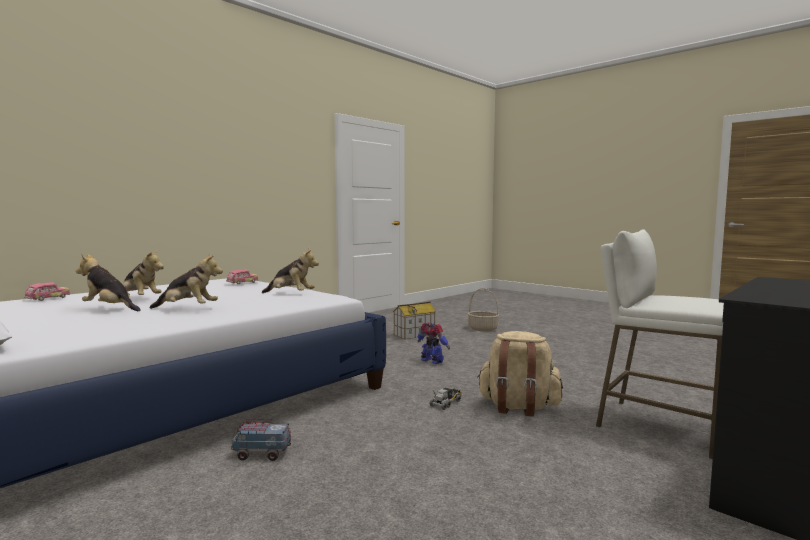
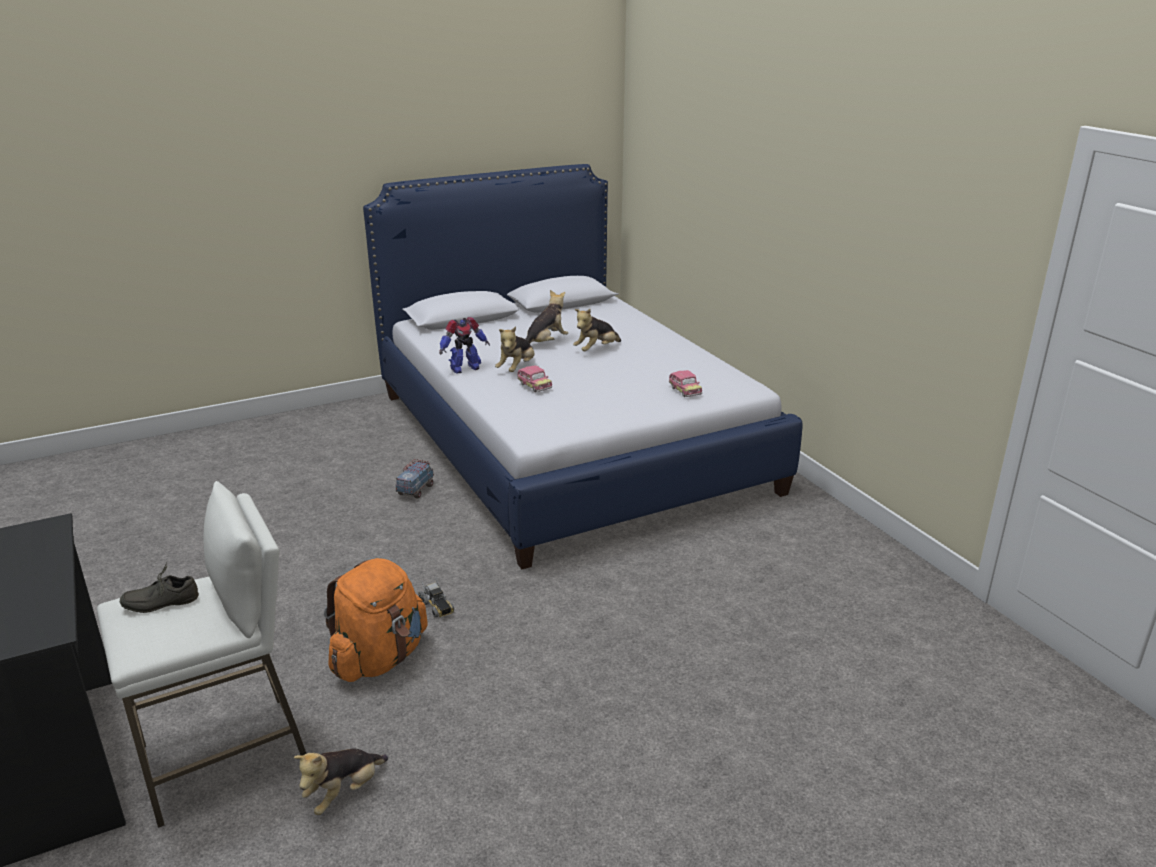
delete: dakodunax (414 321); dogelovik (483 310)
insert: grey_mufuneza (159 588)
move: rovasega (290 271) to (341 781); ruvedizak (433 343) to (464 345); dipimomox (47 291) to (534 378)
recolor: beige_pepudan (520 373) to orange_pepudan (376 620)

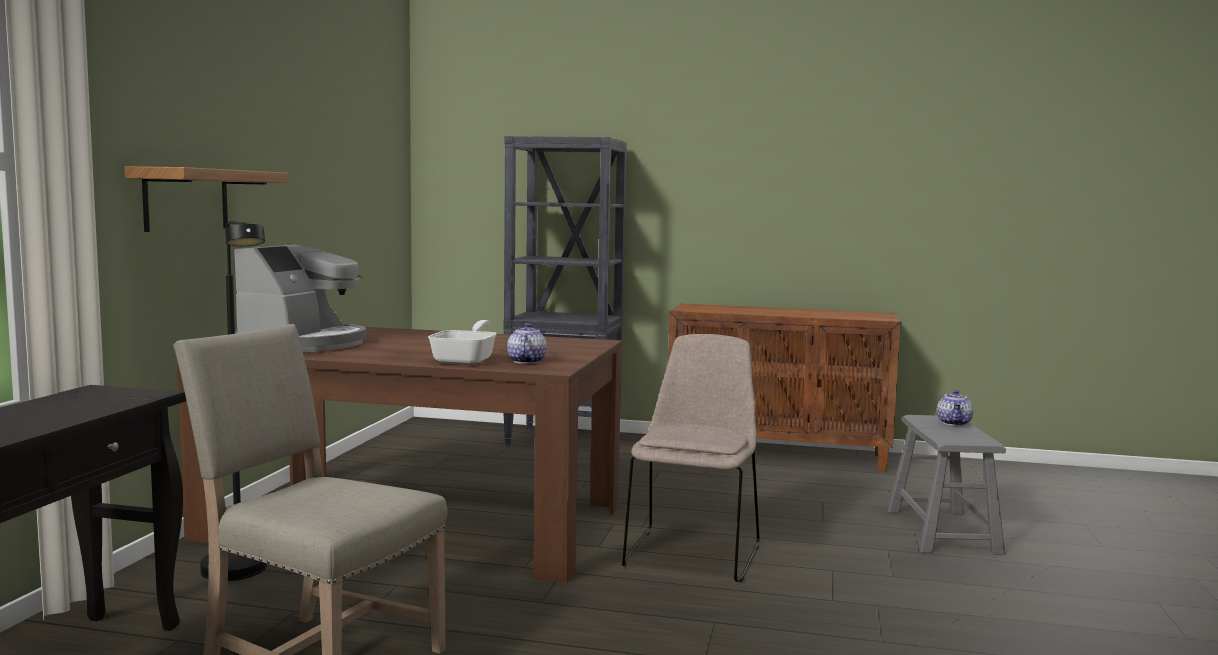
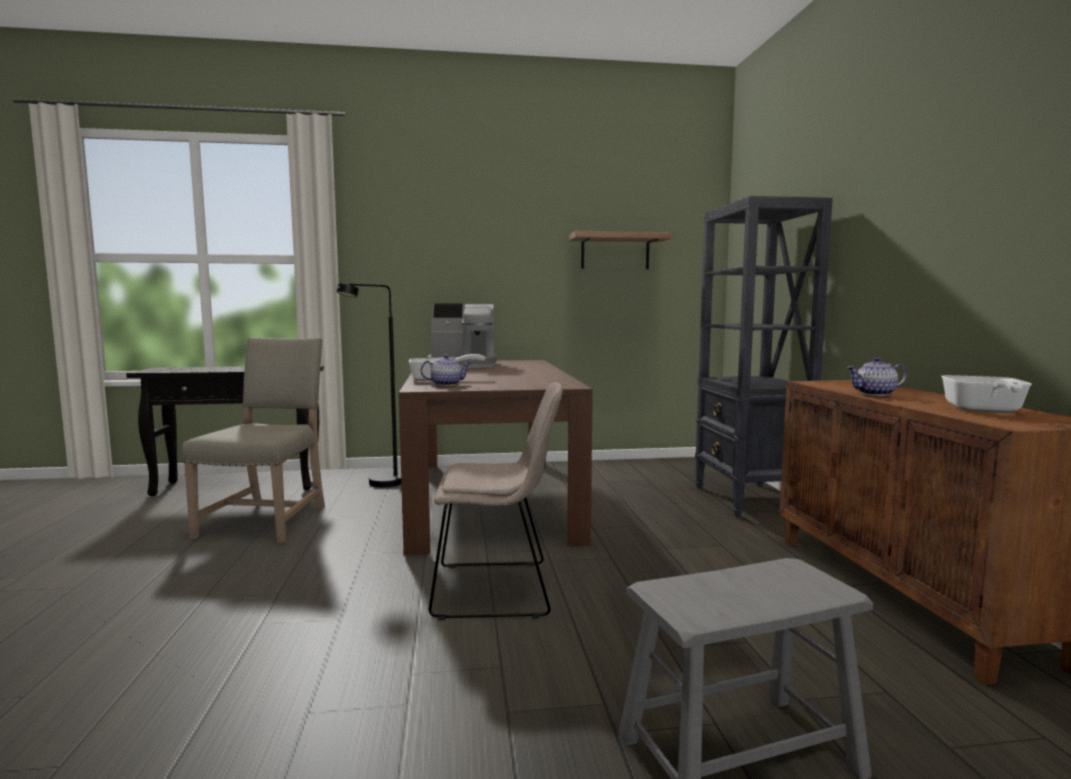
insert: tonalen (986 394)
move: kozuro (207 199) to (621 250); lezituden (955 408) to (877 376)

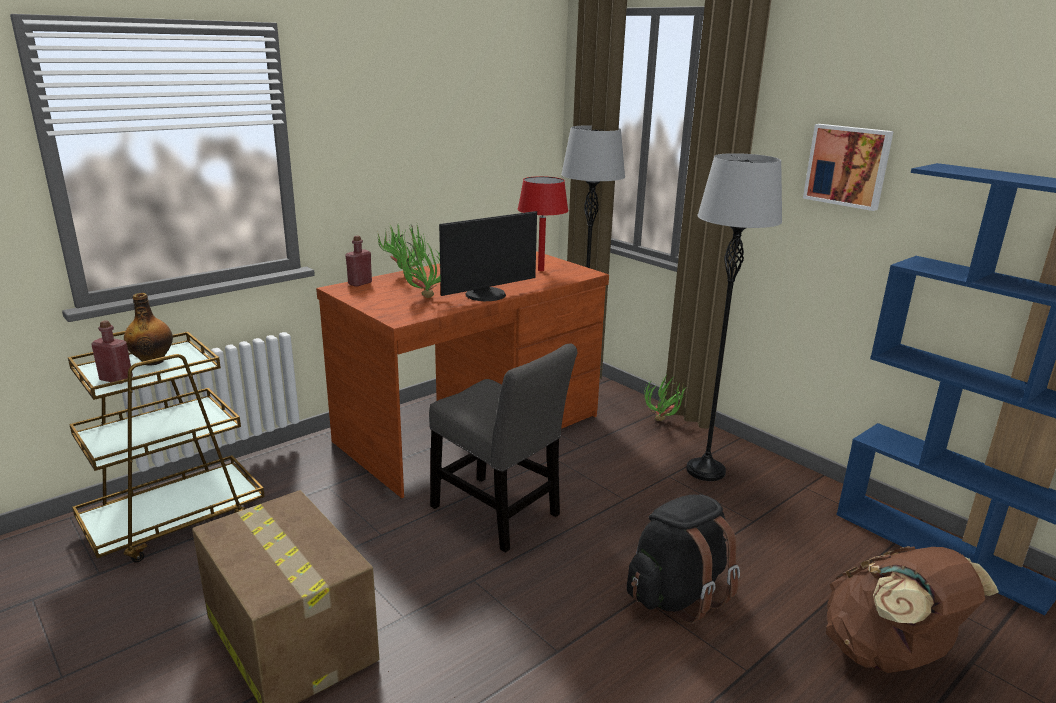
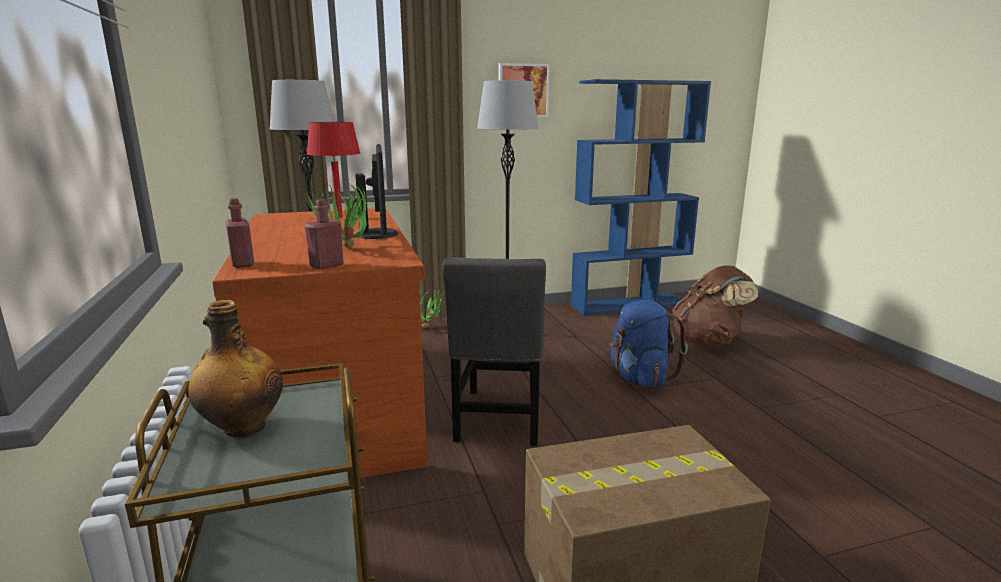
delete: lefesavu (402 249)
move: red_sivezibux (112 352) to (324 234)
recolor: black_pepudan (683 559) to blue_pepudan (648 343)
rotate: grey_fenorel (503 448) = (494 351) 120 degrees clockwise

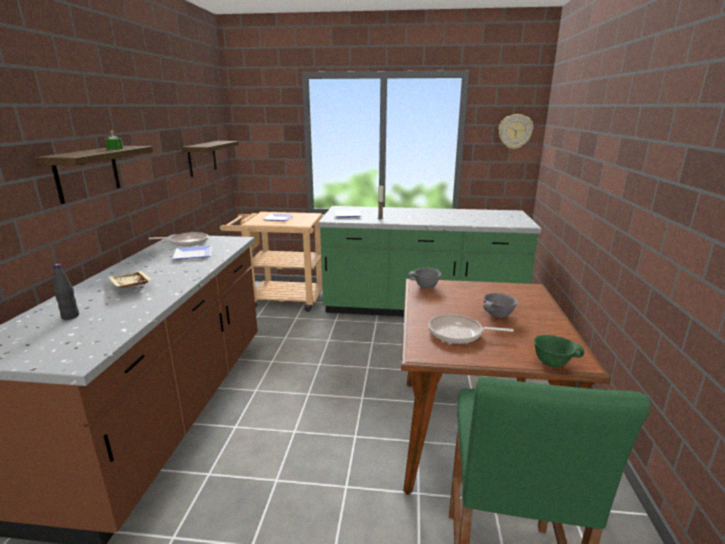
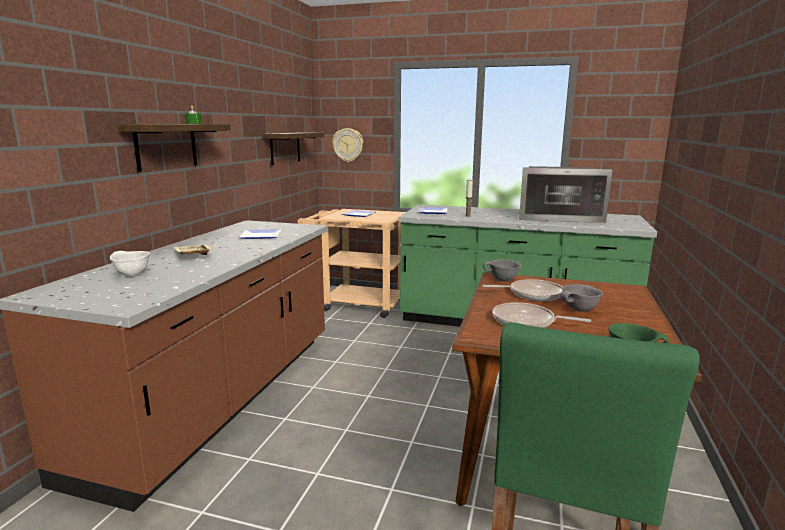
insert: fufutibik (566 194)
move: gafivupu (516 131) to (347 145); tonalen (178 239) to (522 290)
replace: black_sivezibux (66 292) to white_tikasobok (130 263)

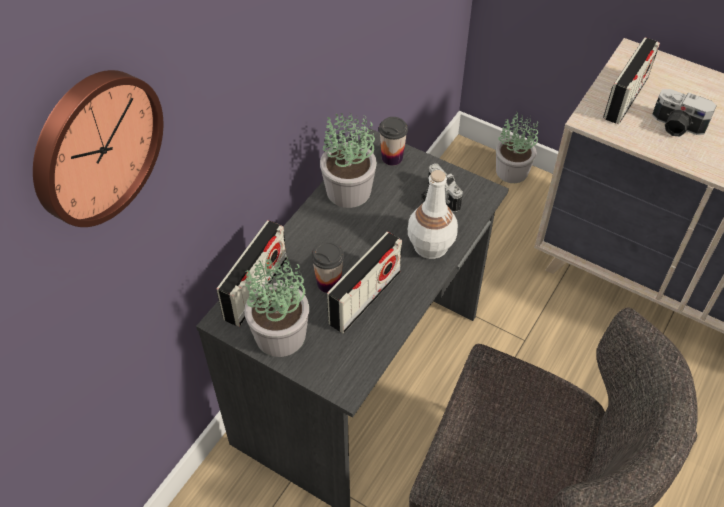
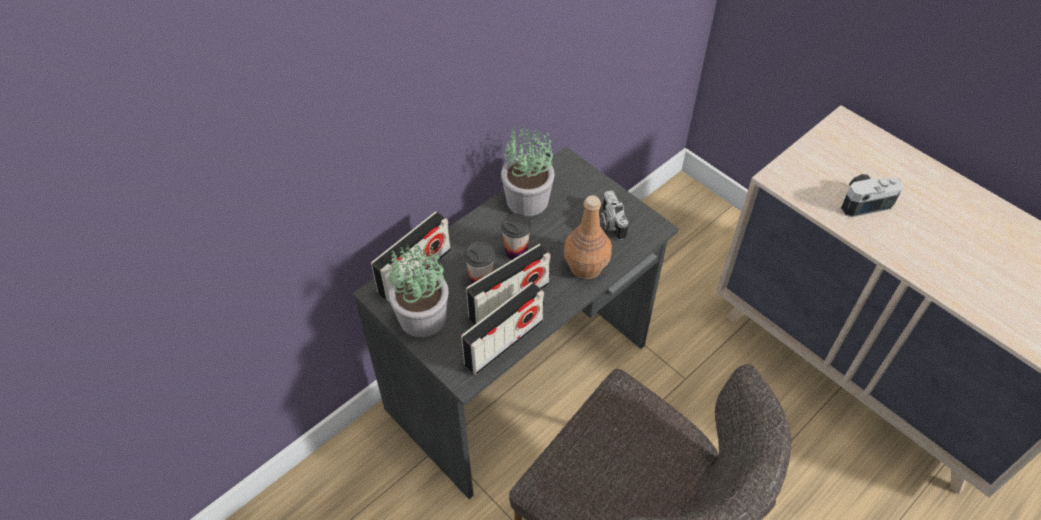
delete: gafivupu (98 148); lefesavu (517 147)
move: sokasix (631 80) to (502 328); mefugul (393 141) to (516 236)
recolor: white_sivezibux (433 214) to brown_sivezibux (588 237)
rotate: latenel (684 112) = (872 195) 120 degrees clockwise

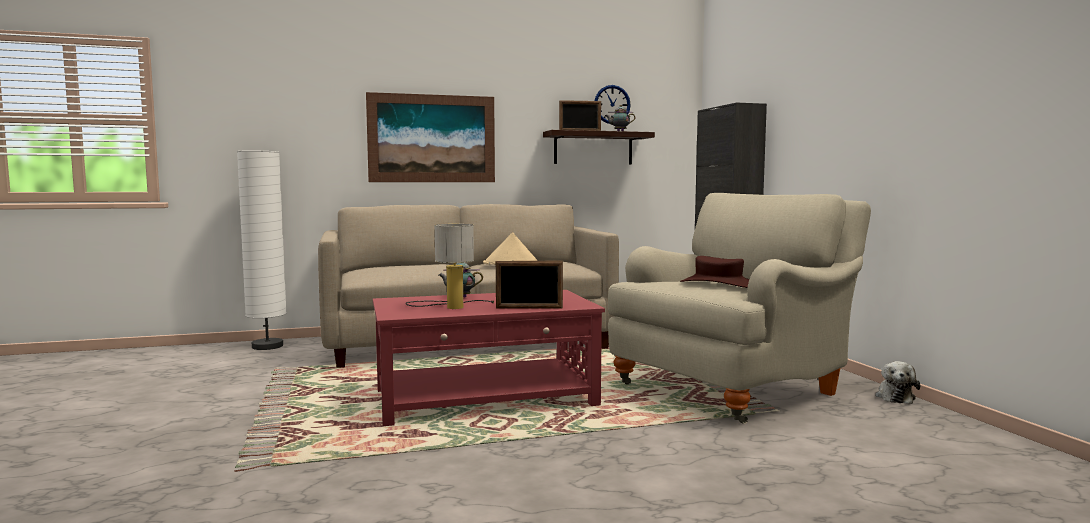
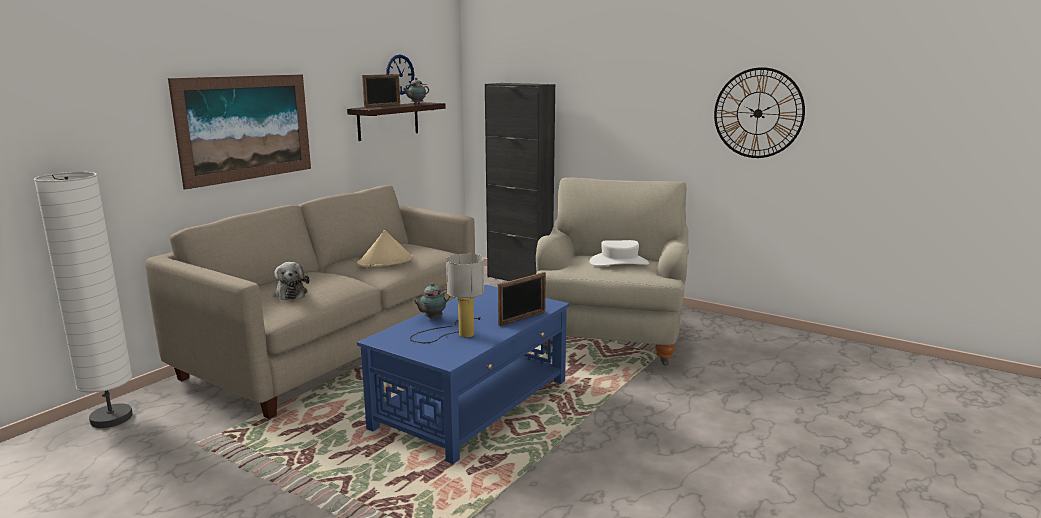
insert: gafivupu (759 112)
move: rovasega (897 382) to (291 281)
recolor: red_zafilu (489 358) to blue_zafilu (463 374); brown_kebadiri (715 272) to white_kebadiri (619 253)

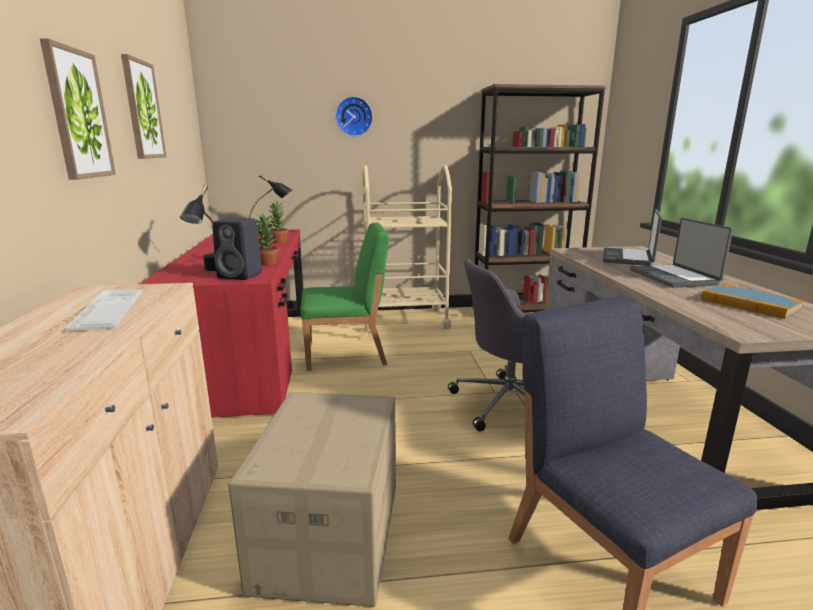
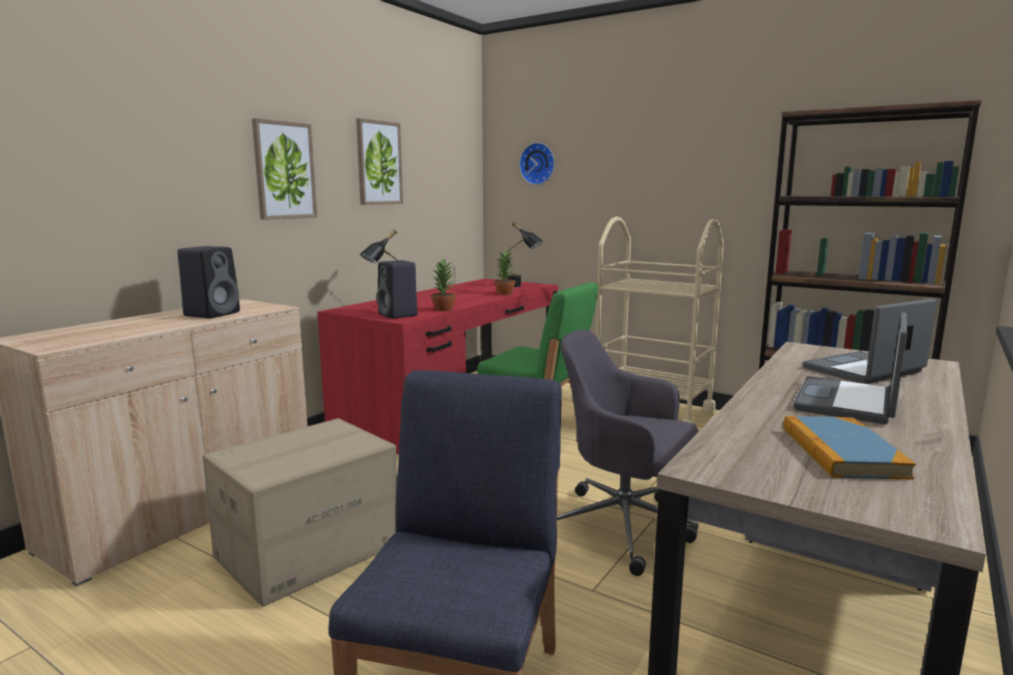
move: gafivupu (354 116) to (537 164)
replace: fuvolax (103 310) to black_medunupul (208 282)

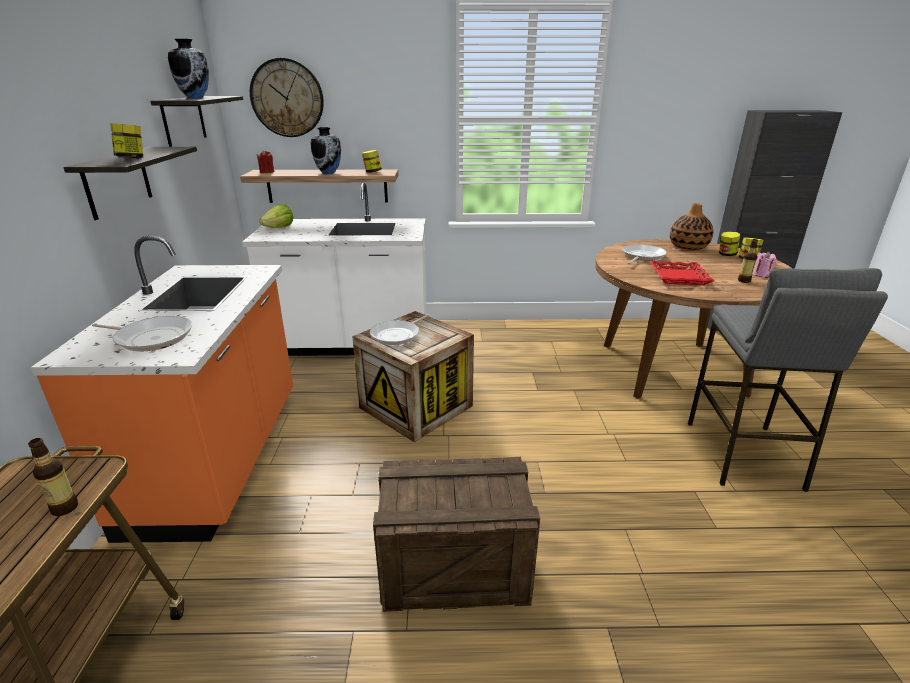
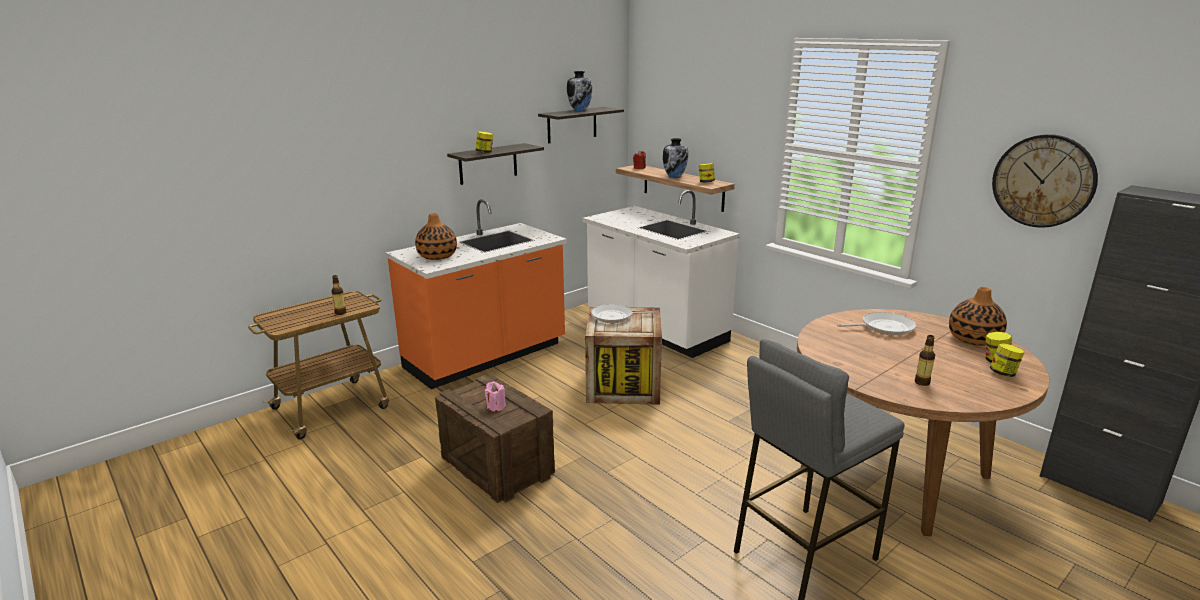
delete: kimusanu (276 216); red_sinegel (682 273)
move: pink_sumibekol (765 264) to (495 396); gafivupu (287 97) to (1045 181)
replace: tonalen (142 333) to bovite (436 236)

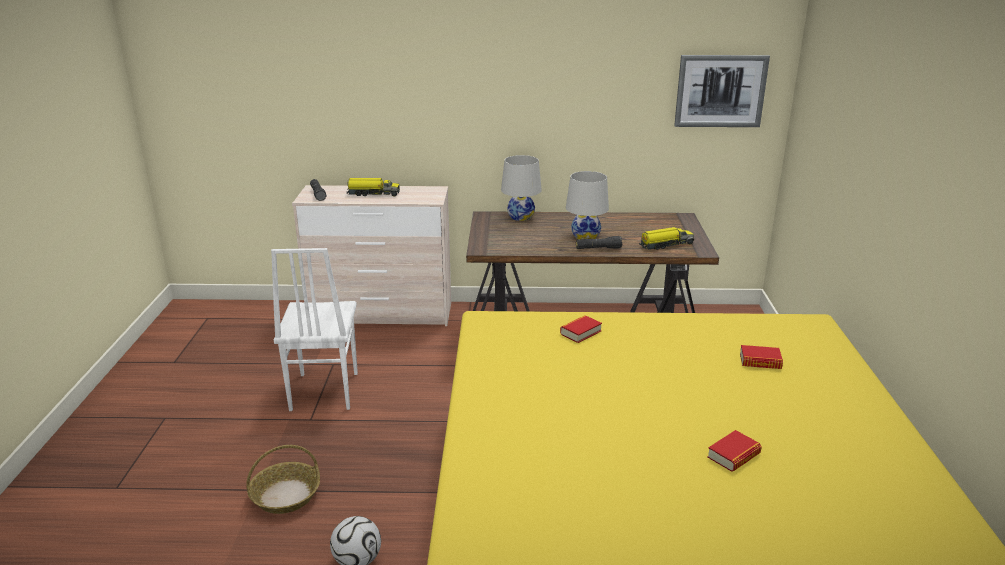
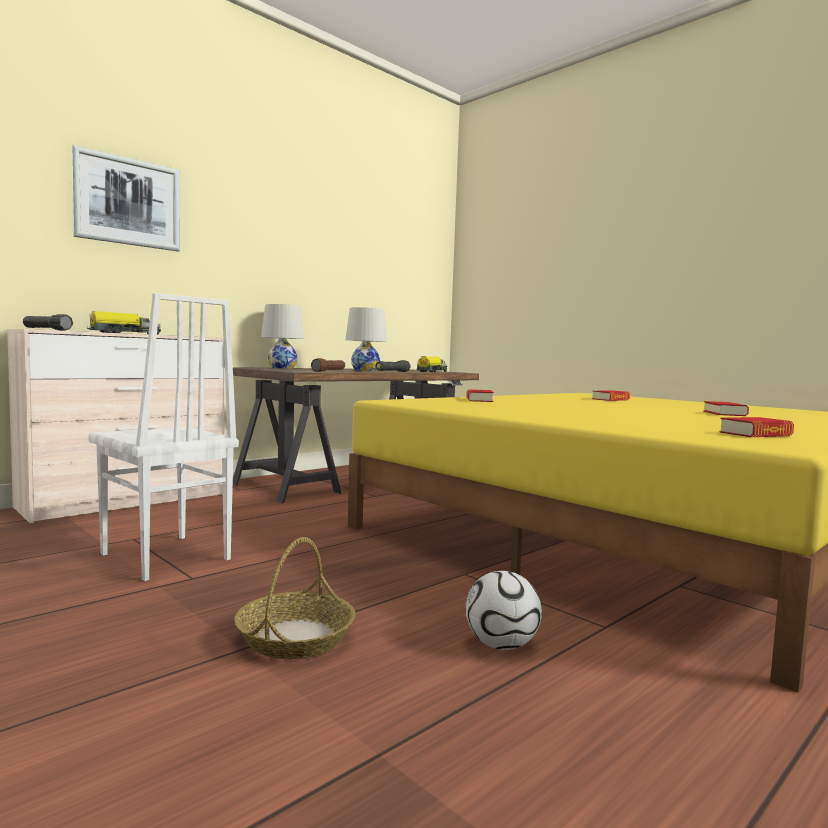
insert: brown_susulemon (328 365); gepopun (756 427)
move: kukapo (722 91) to (125 198)

